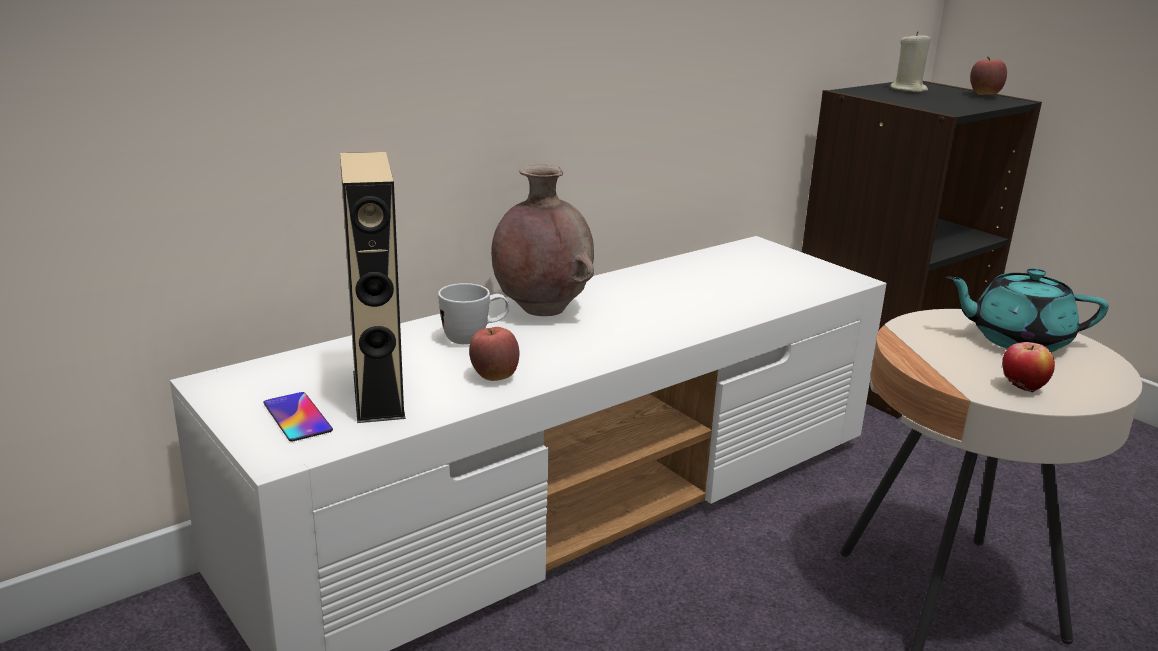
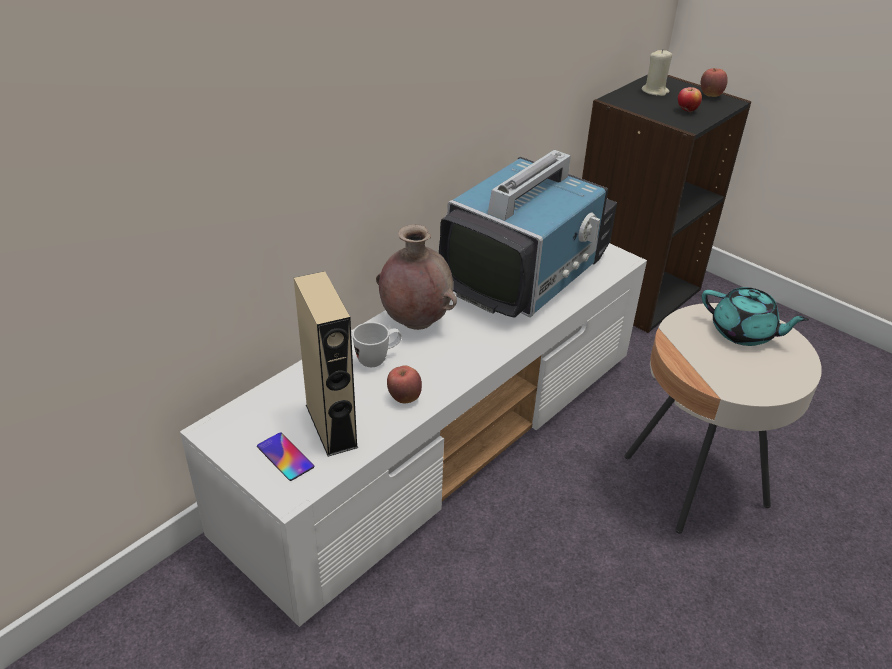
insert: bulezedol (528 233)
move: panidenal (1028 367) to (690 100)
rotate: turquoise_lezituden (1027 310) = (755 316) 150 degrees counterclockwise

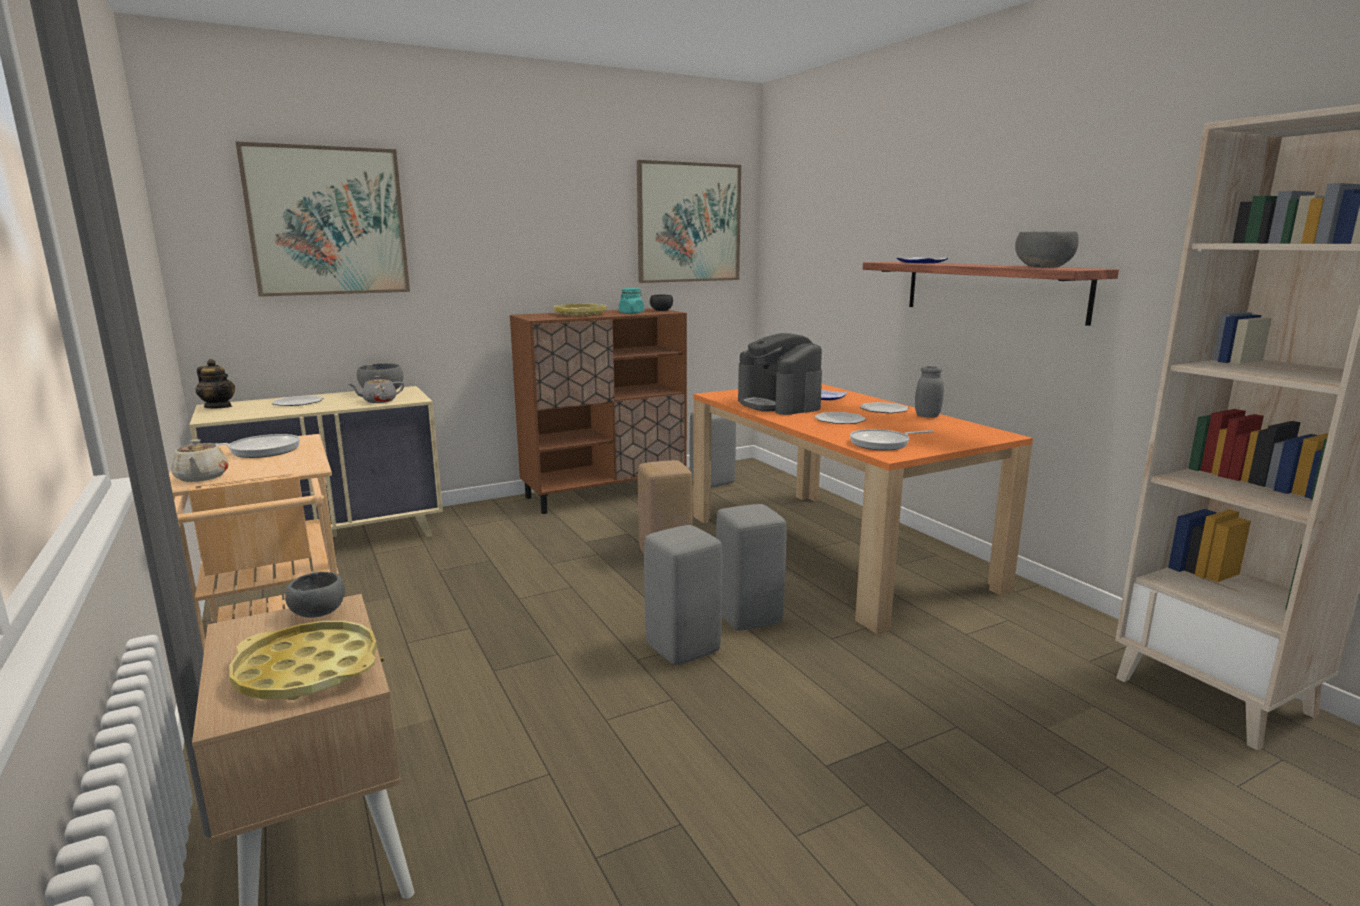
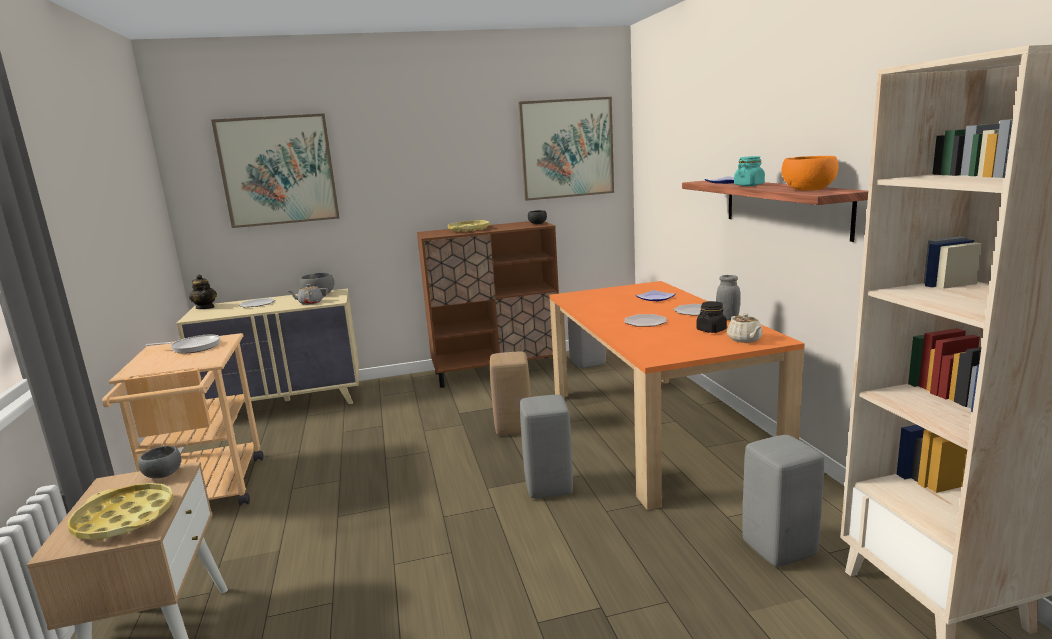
delete: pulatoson (780 374); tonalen (892 439)
insert: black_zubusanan (712 317)
move: beige_lezituden (200 460) to (745 328); turquoise_zubusanan (631 301) to (749 171); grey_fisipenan (683 595) to (783 501)
recolor: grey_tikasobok (1047 249) to orange_tikasobok (810 173)

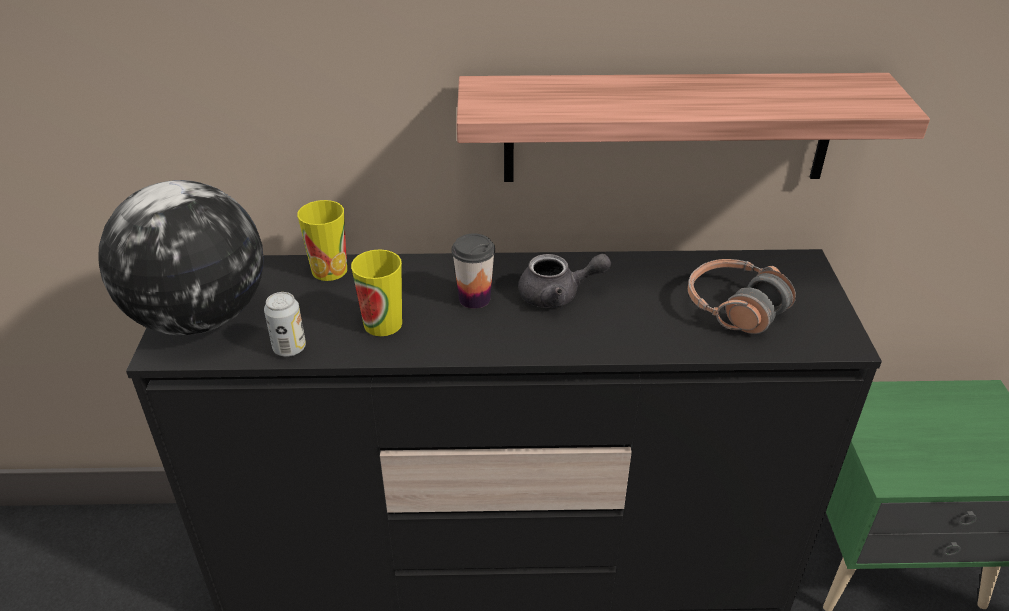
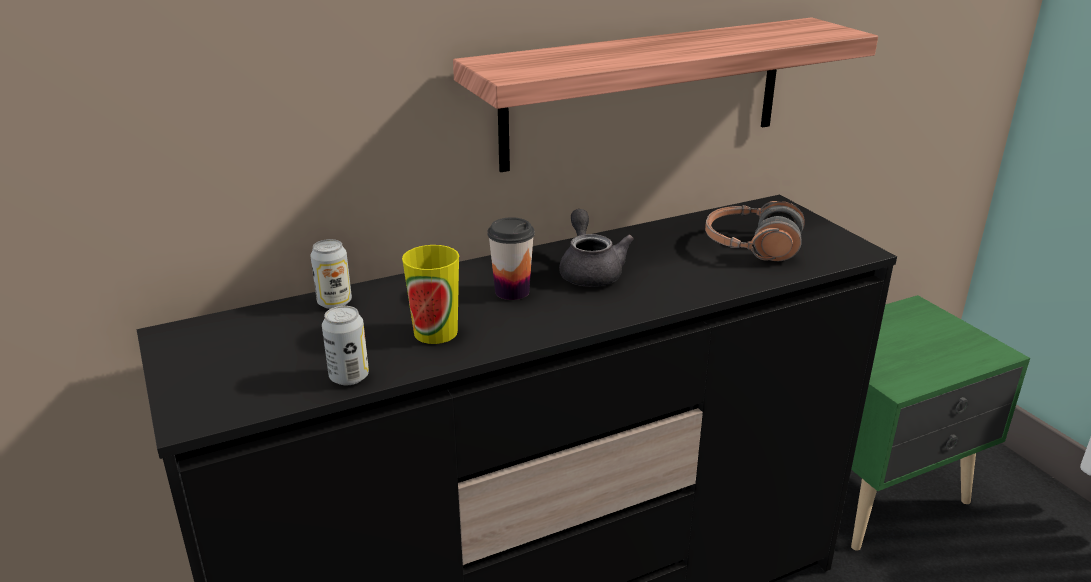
delete: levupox (180 257)
replace: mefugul (322 240) to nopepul (331 274)
rotate: grey_lezituden (564 281) = (596 248) 75 degrees counterclockwise

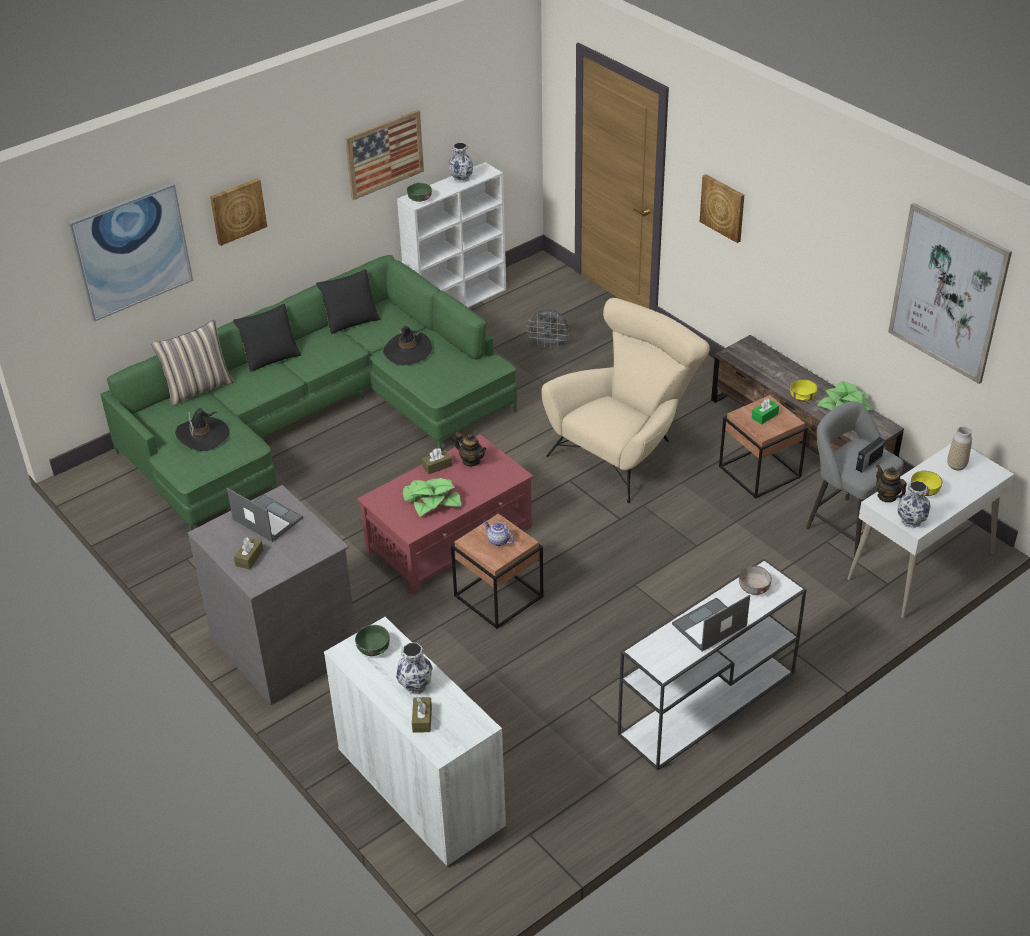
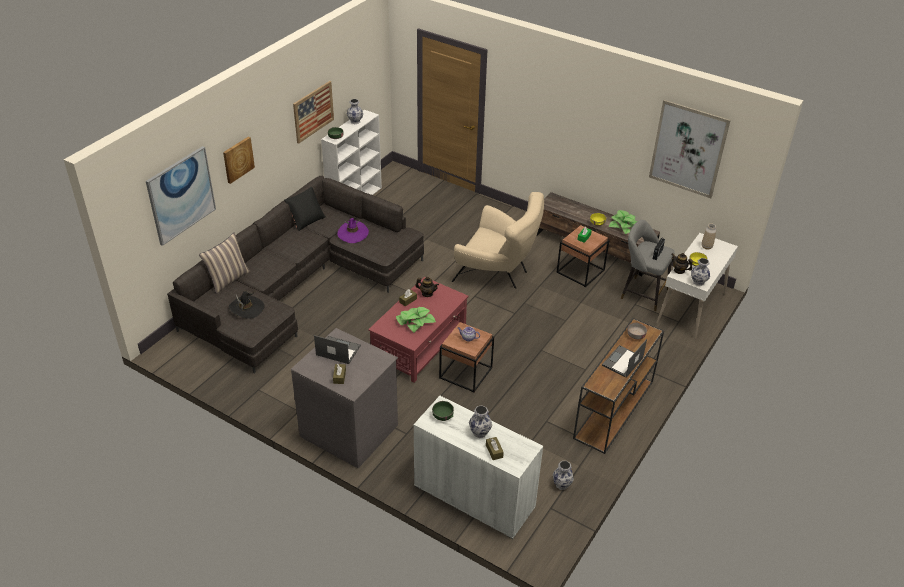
delete: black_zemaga (267 338); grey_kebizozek (548 328); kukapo (722 208)
insert: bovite (563 475)
recolor: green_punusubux (308 393) to grey_punusubux (295 275); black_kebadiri (407 345) to purple_kebadiri (353 230); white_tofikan (712 664) to brown_tofikan (618 386)
rotate: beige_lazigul (626 400) = (498 240) 90 degrees clockwise

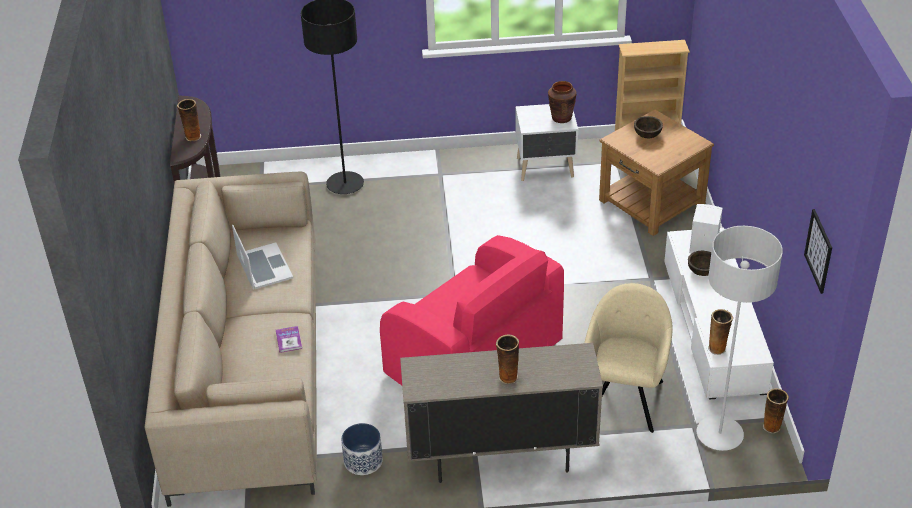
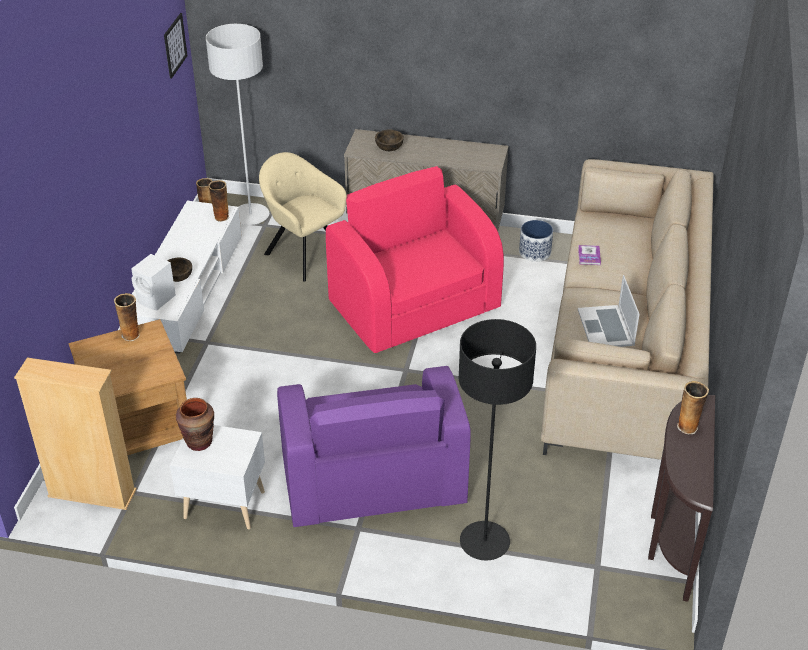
insert: purple_lazigul (374 446)
move: bovite (507 359) to (127 317); brown_tikasobok (648 127) to (389 140)
rotate: beige_lazigul (628 358) = (303 217) 105 degrees clockwise

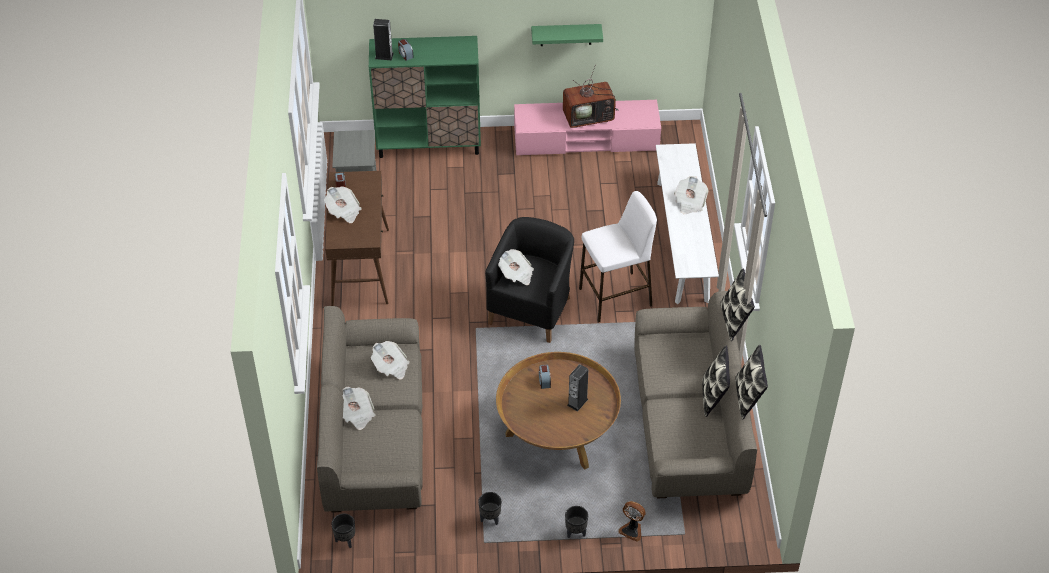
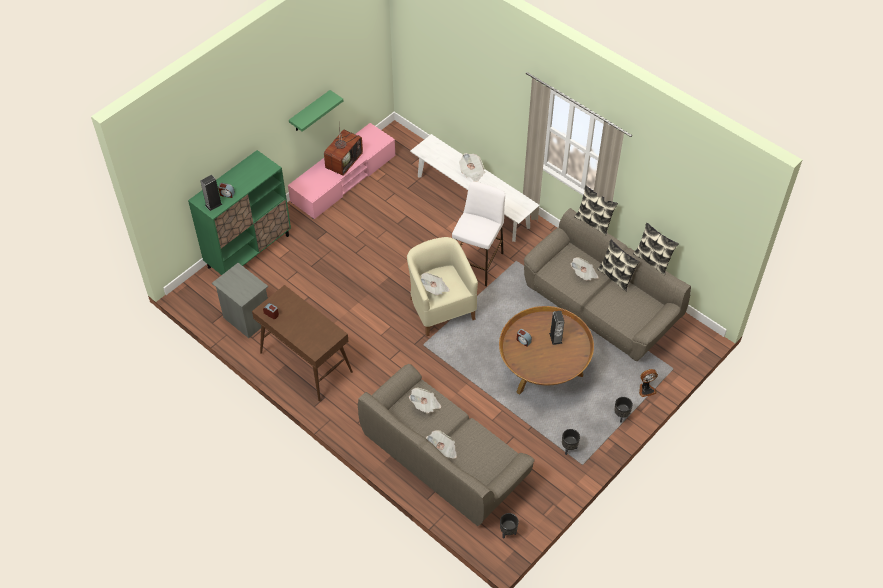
move: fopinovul (343 204) to (584 269)
recolor: black_lazigul (529 280) to beige_lazigul (442 286)

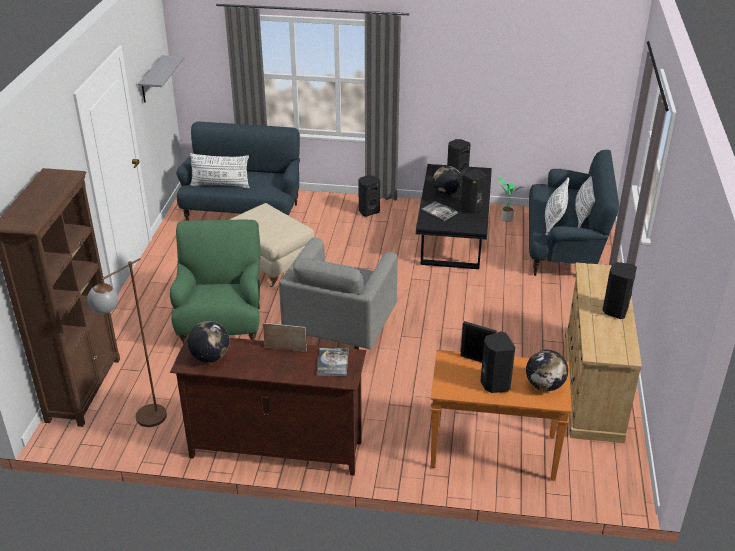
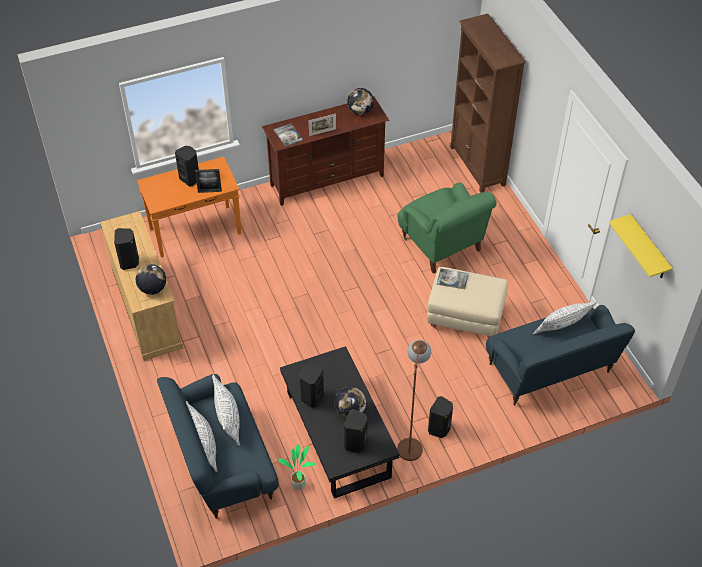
delete: grey_lazigul (338 293)
move: levupox (547 370) to (151 279); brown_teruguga (127 342) to (414 400); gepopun (440 211) to (453 278)
recolor: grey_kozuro (161 79) to yellow_kozuro (641 246)

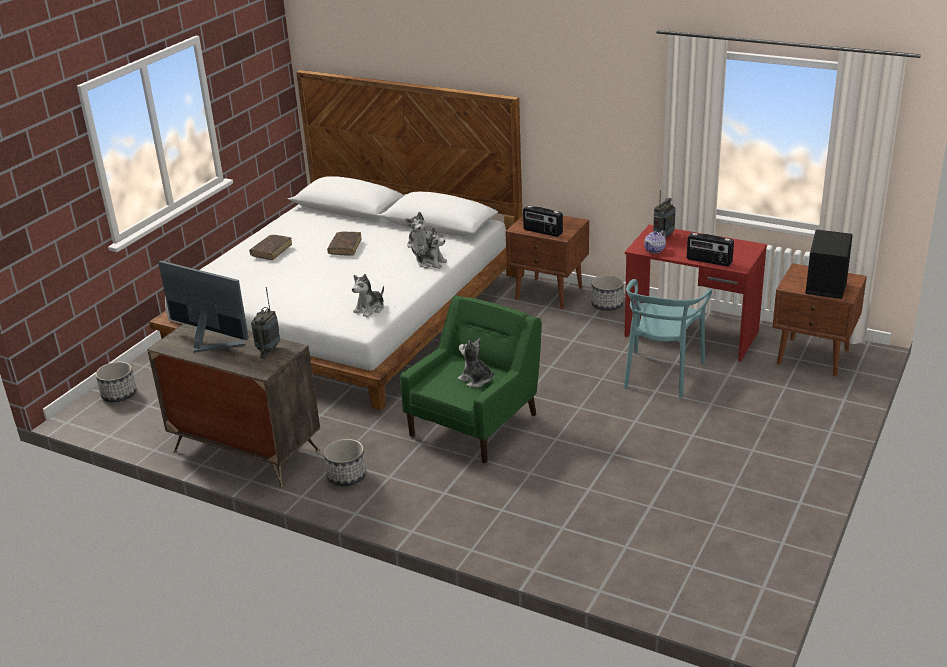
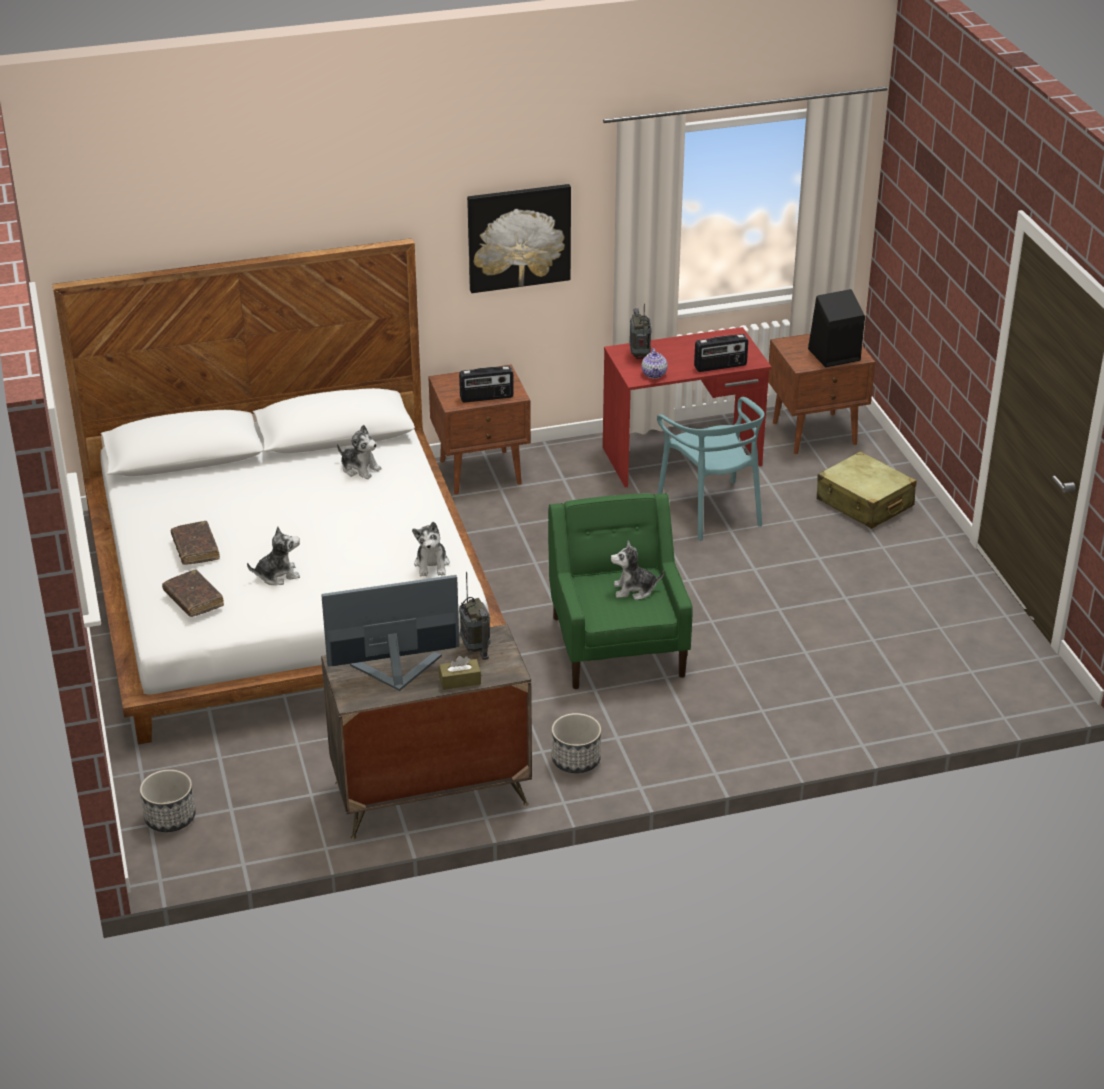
delete: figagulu (607 293)
insert: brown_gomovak (460 673); kukapo (519 238); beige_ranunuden (867 490)
move: brown_gepopun (344 244) to (193 593); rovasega (429 248) to (273 555)

